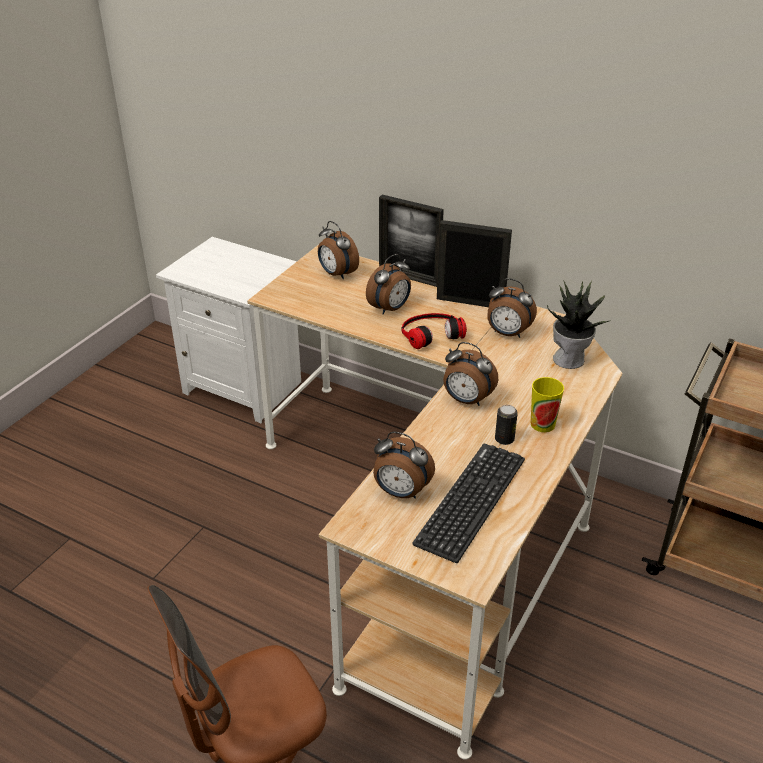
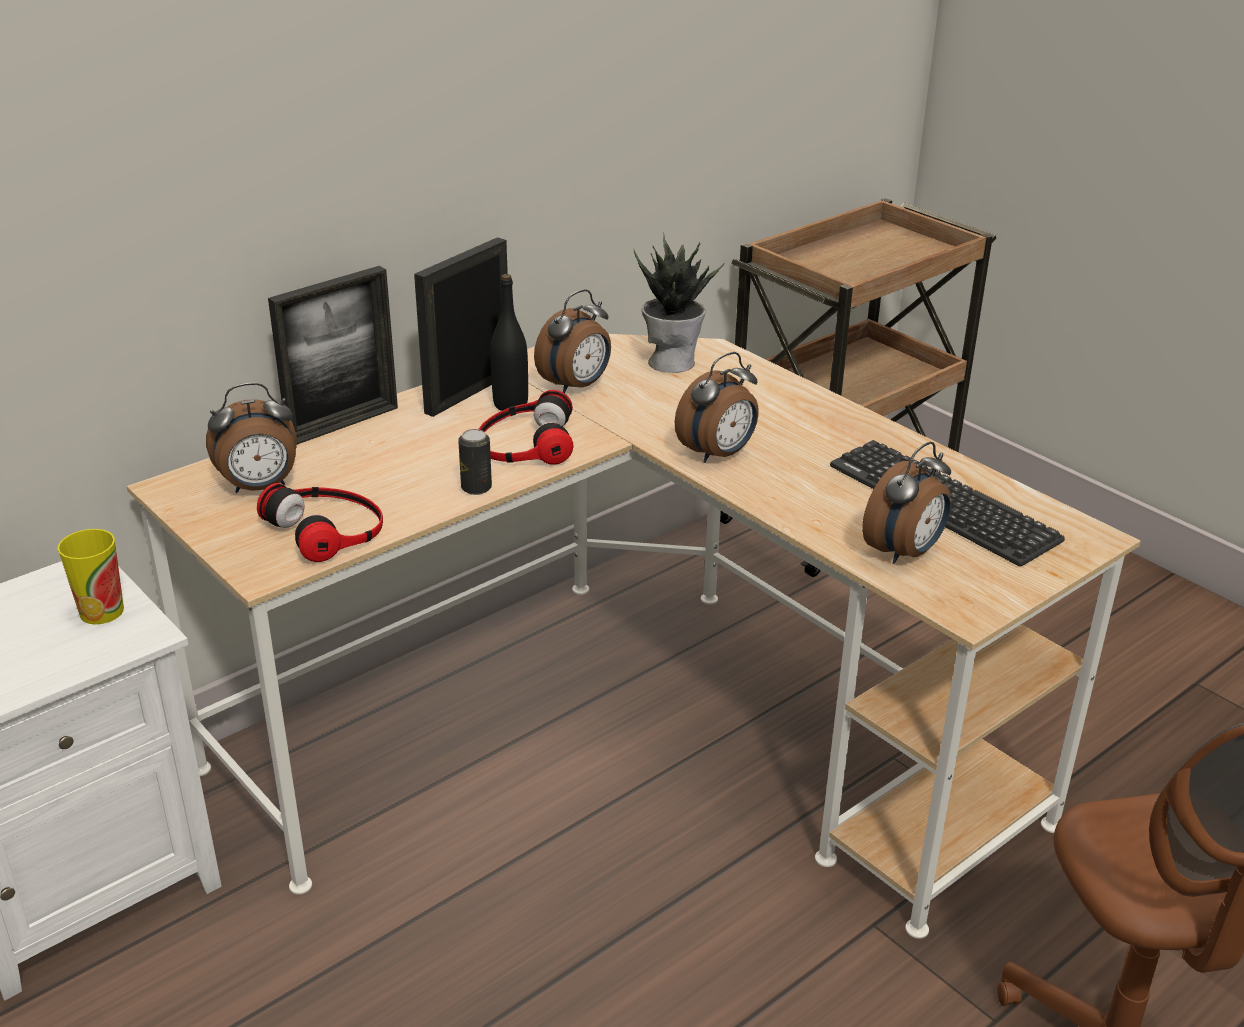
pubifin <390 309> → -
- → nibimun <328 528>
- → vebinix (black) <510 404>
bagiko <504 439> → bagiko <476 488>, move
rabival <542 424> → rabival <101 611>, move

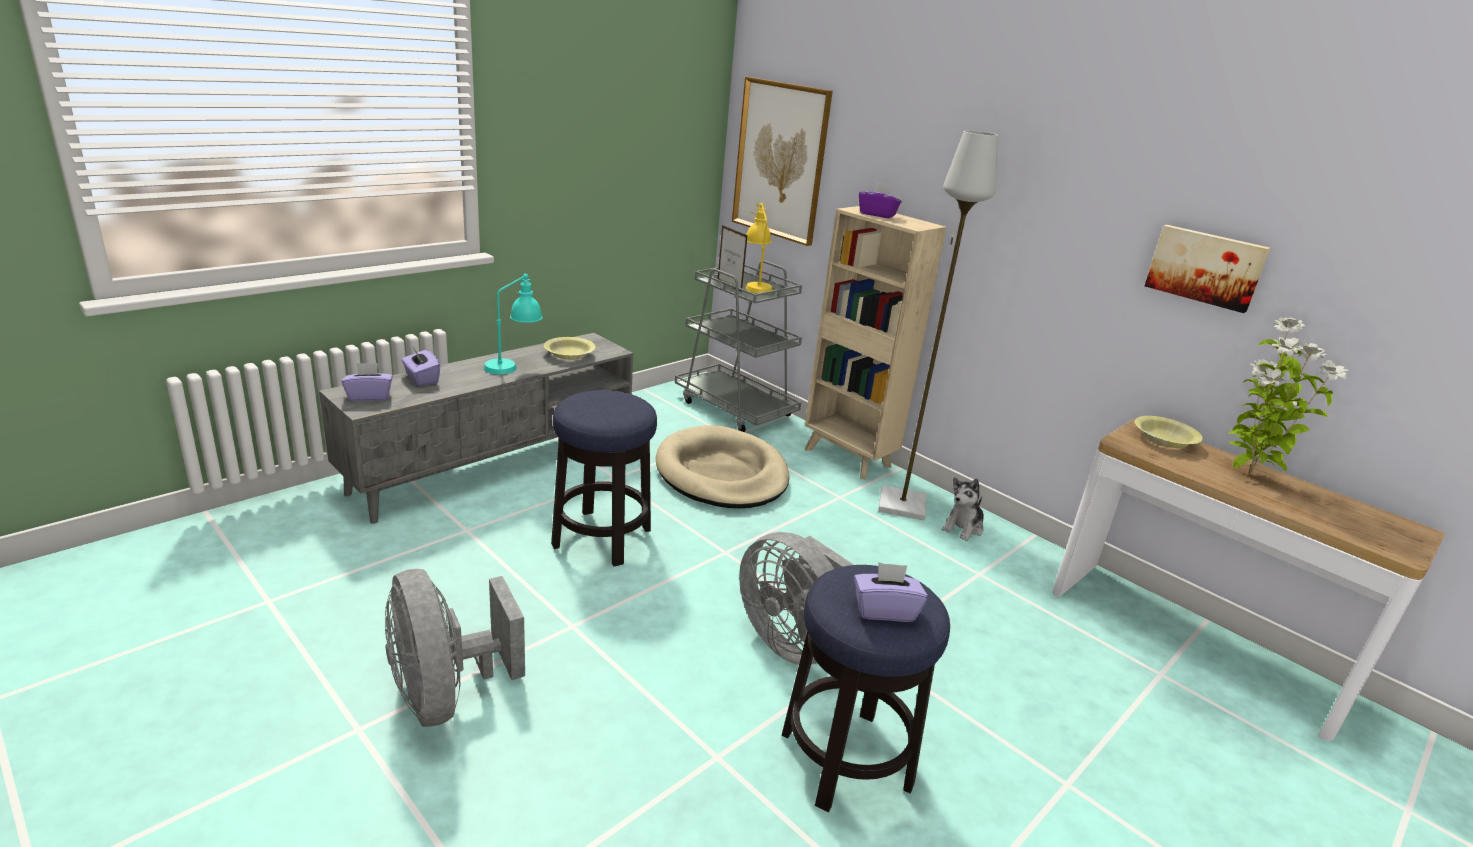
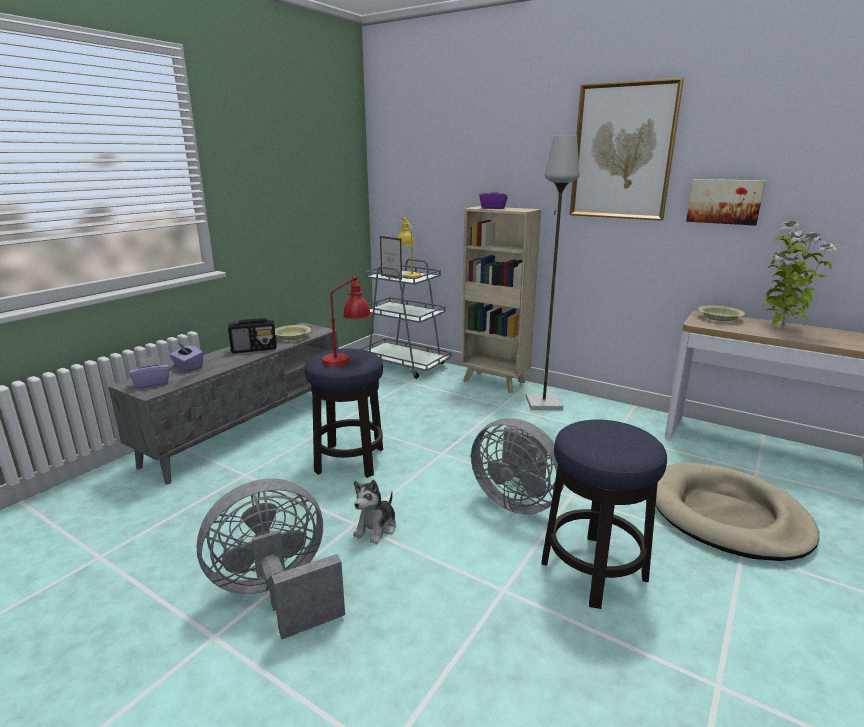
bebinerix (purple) <884 610> → -
- → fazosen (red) <347 359>
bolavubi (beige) <721 473> → bolavubi (beige) <727 516>, move
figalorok <780 160> → figalorok <622 152>, move
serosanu <963 528> → serosanu <376 528>, move
fazosen (turquoise) <513 366> → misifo <254 349>
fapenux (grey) <446 694> → fapenux (grey) <277 594>, 105 degrees clockwise

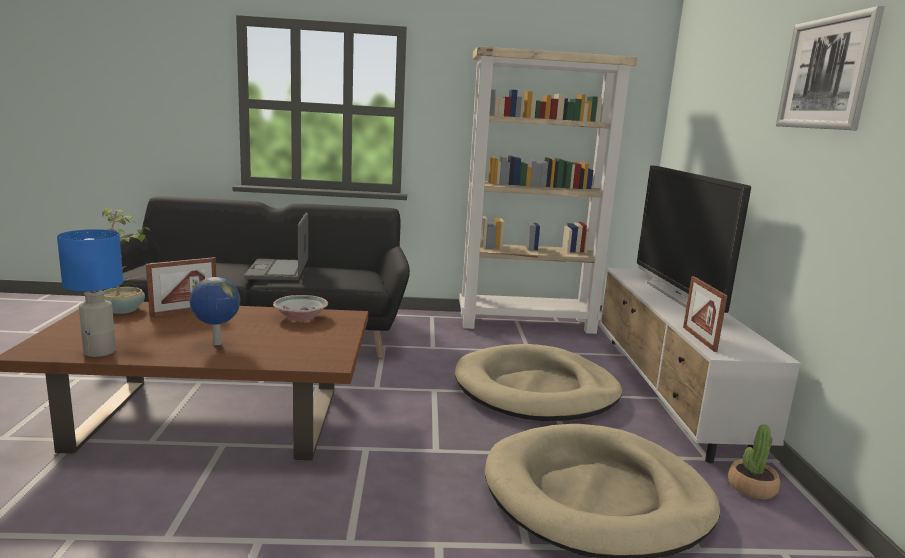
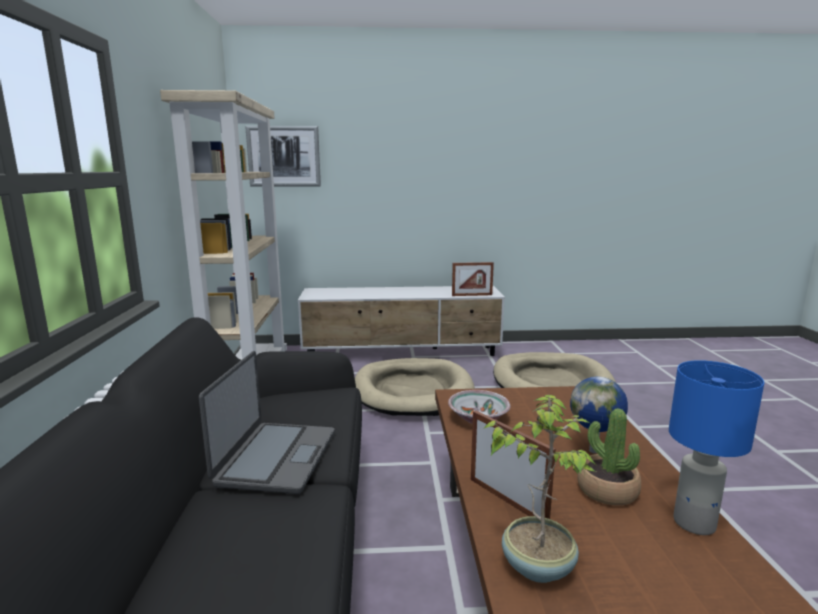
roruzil <679 295> → -
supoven <751 487> → supoven <607 490>, move
figalorok <826 73> → figalorok <284 156>, move
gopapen <279 271> → gopapen <275 458>, 75 degrees counterclockwise

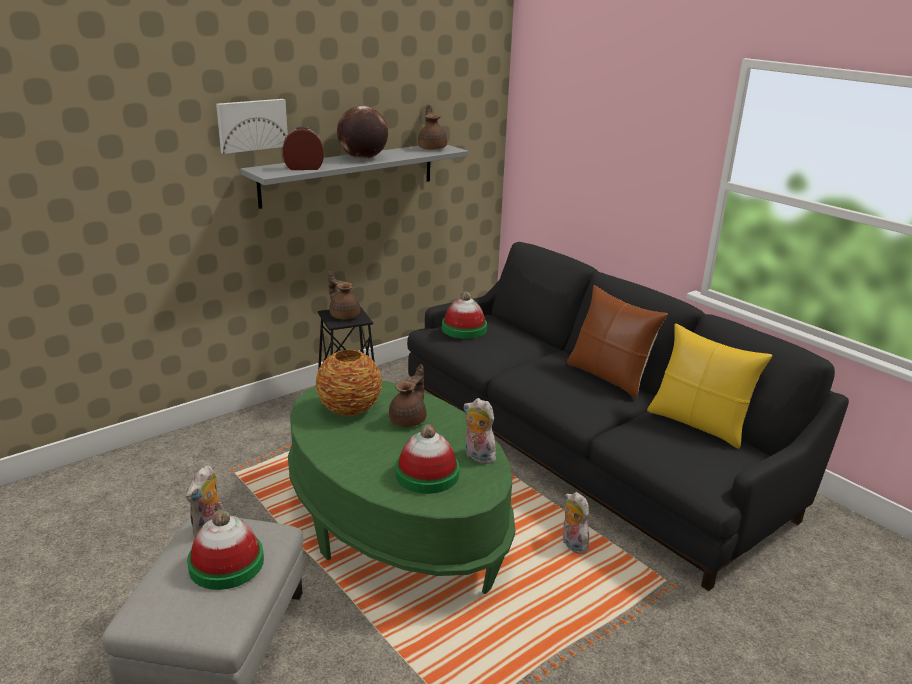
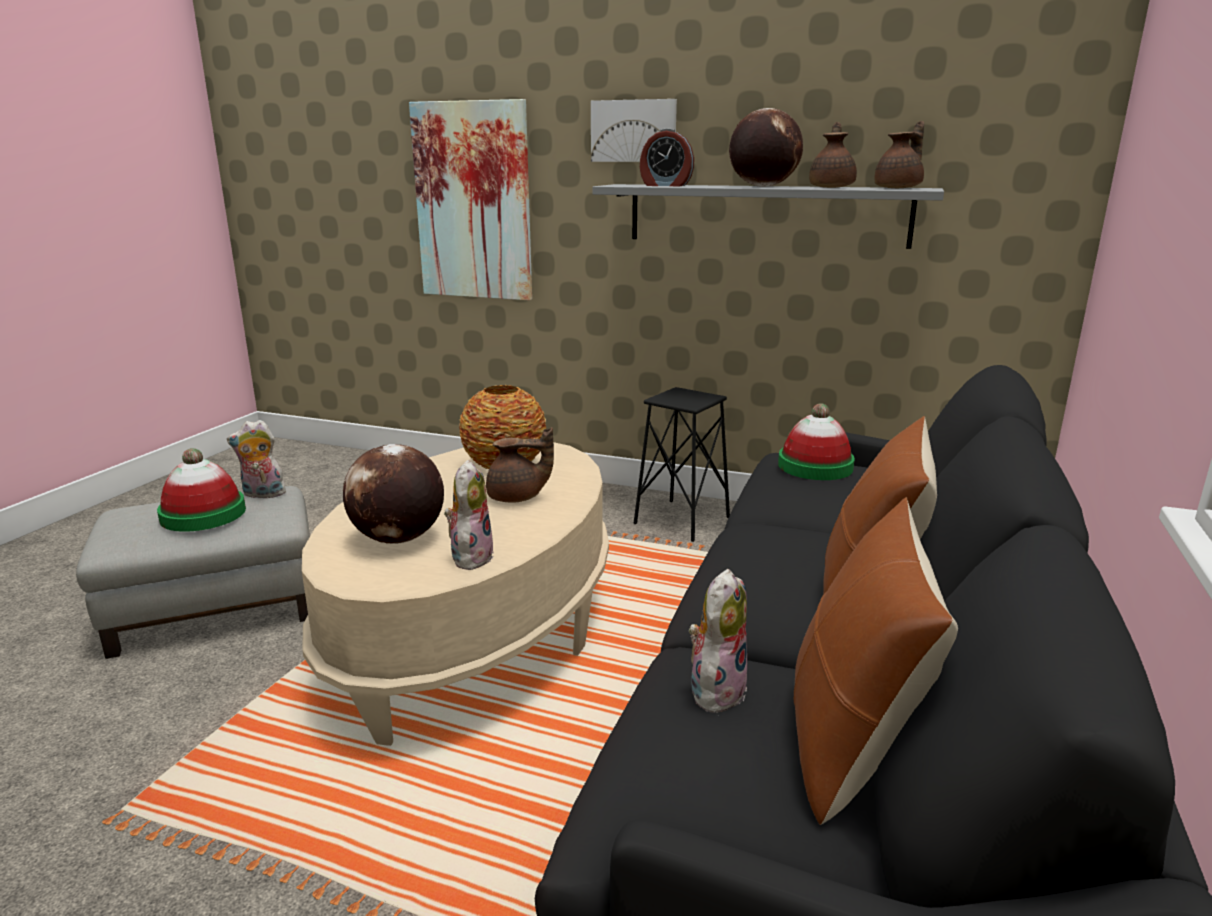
- → figalorok <473 202>
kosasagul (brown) <344 315> → kosasagul (brown) <832 187>, move
serosanu <572 544> → serosanu <715 689>, move
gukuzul <427 474> → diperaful <398 539>
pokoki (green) <395 523> → pokoki (beige) <476 630>
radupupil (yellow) <698 424> → radupupil (brown) <850 740>
pubifin <304 168> → pubifin <665 185>, 150 degrees clockwise

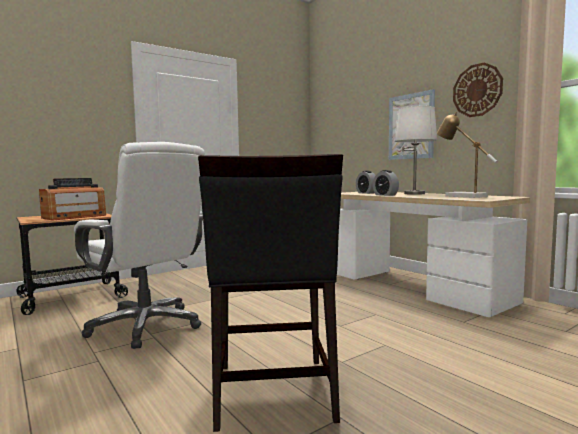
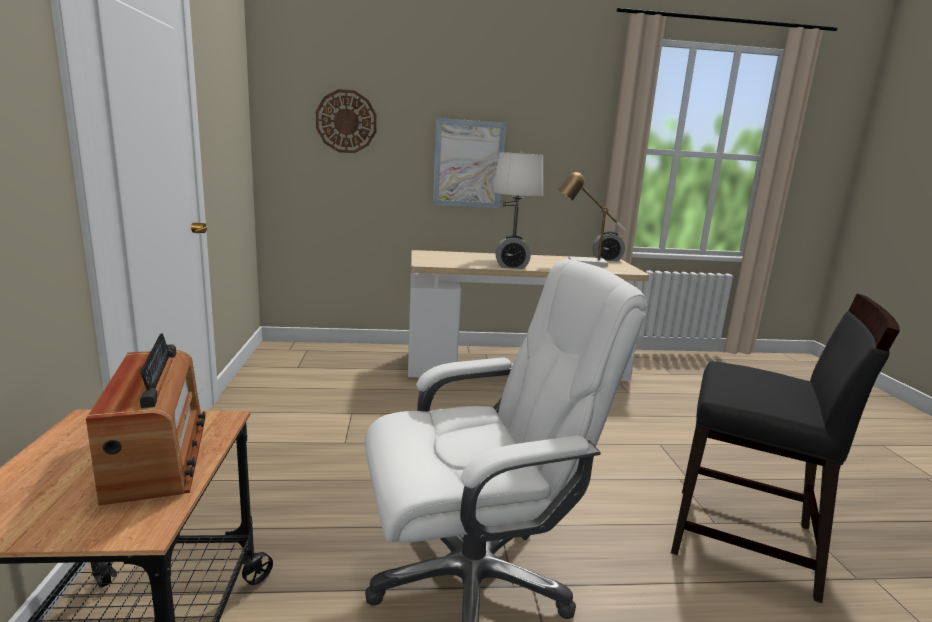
pubifin <366 193> → pubifin <607 259>, move
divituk <477 90> → divituk <346 121>, move

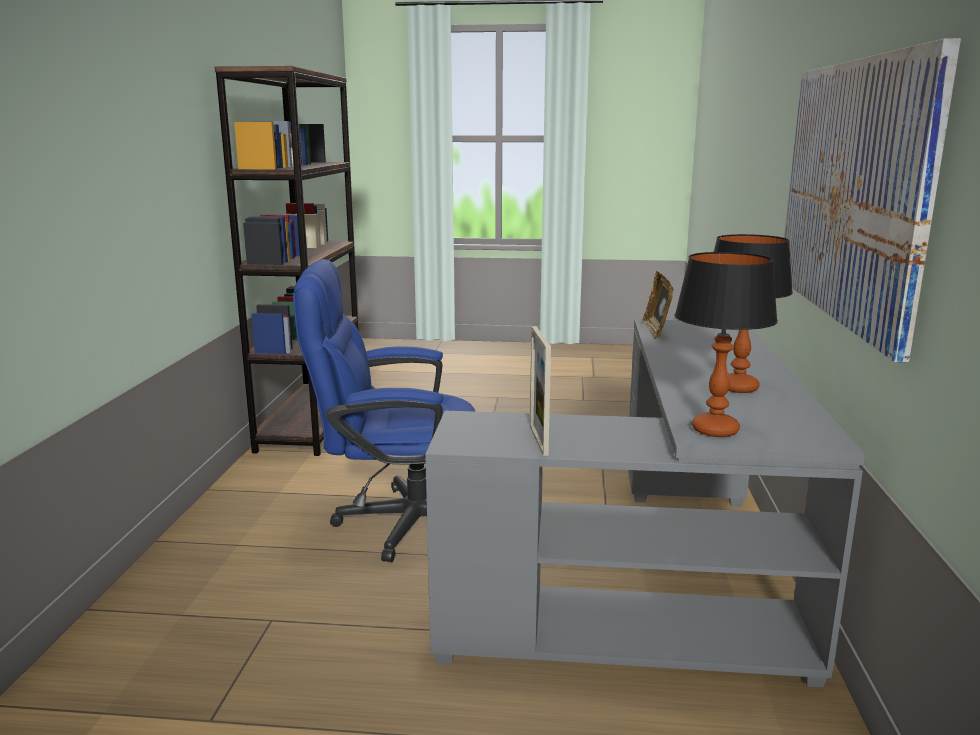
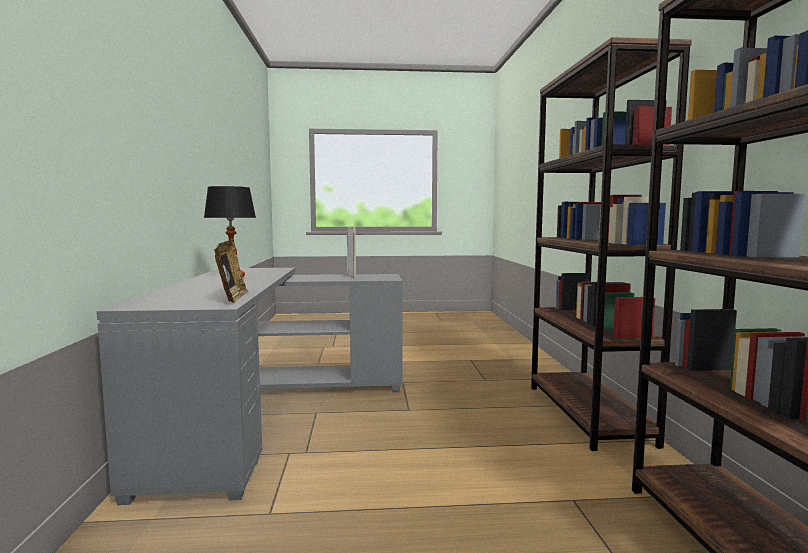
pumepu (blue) <399 522> → -
fazosen <714 430> → -
figalorok <852 191> → -
- → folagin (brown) <587 414>

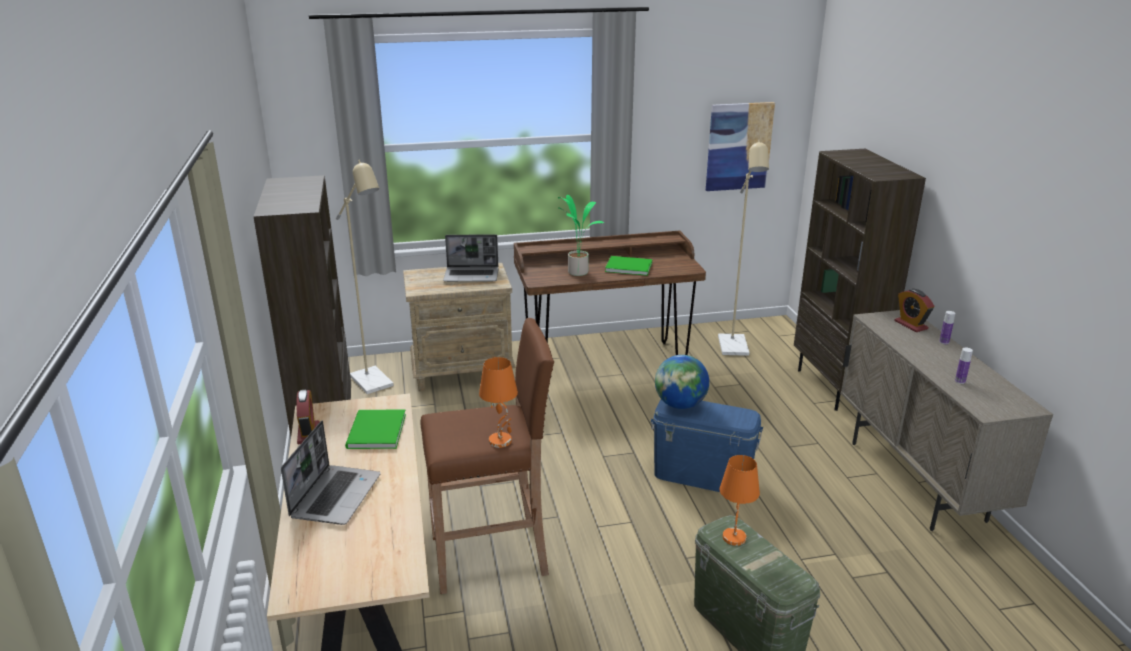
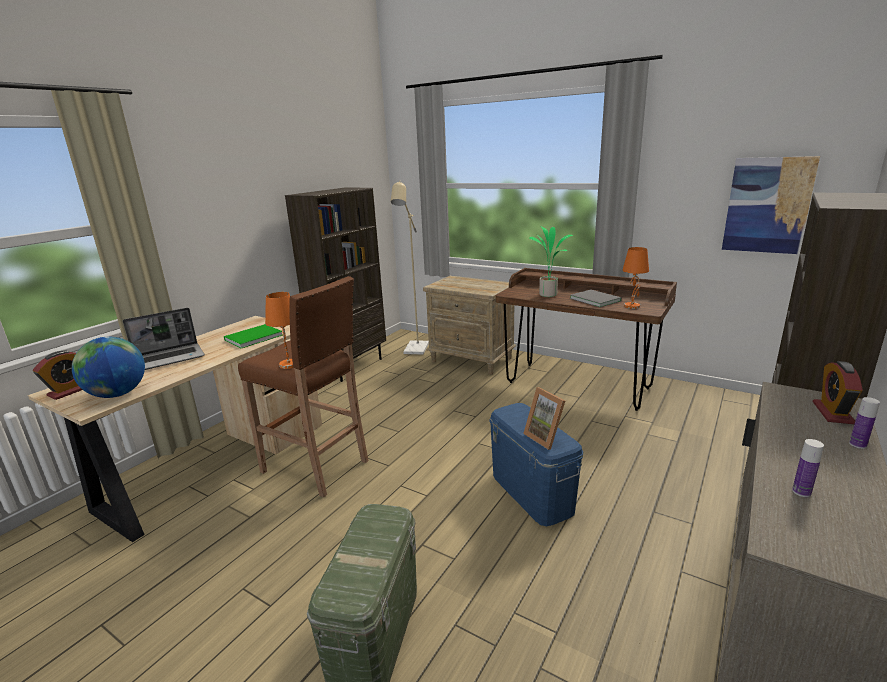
gopapen <472 275> → -
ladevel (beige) <734 349> → -
- → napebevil <546 437>
pubifin <308 433> → pubifin <69 391>, move
diperaful <680 405> → diperaful <117 394>, move
fazosen (orange) <733 537> → fazosen (orange) <632 306>, move
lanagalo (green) <627 266> → lanagalo (grey) <595 299>

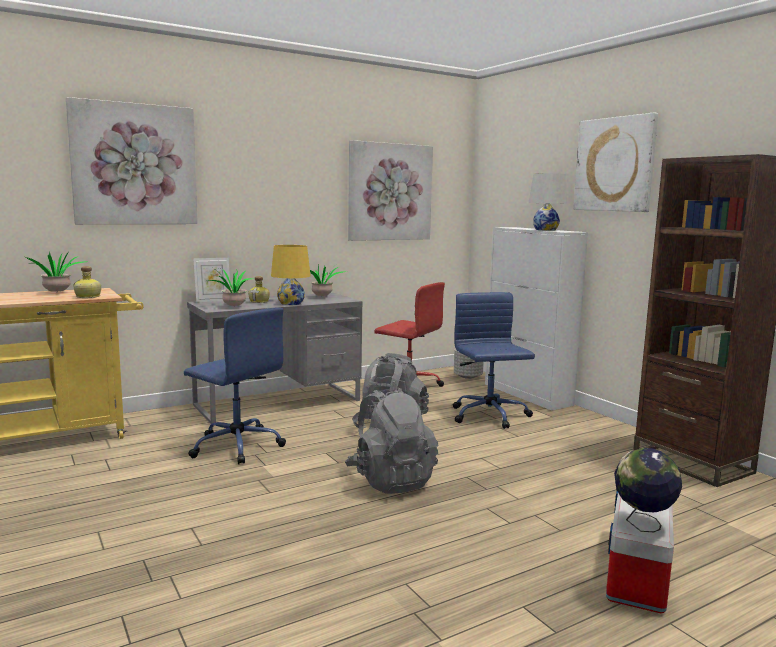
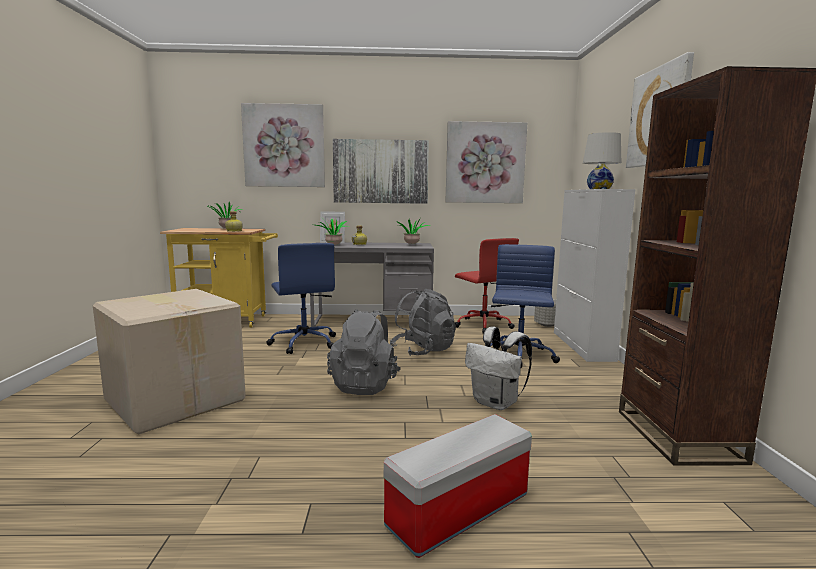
fazosen (yellow) <290 303> → -
diperaful <642 525> → -
- → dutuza <176 399>
- → figalorok <380 171>
- → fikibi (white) <496 403>

